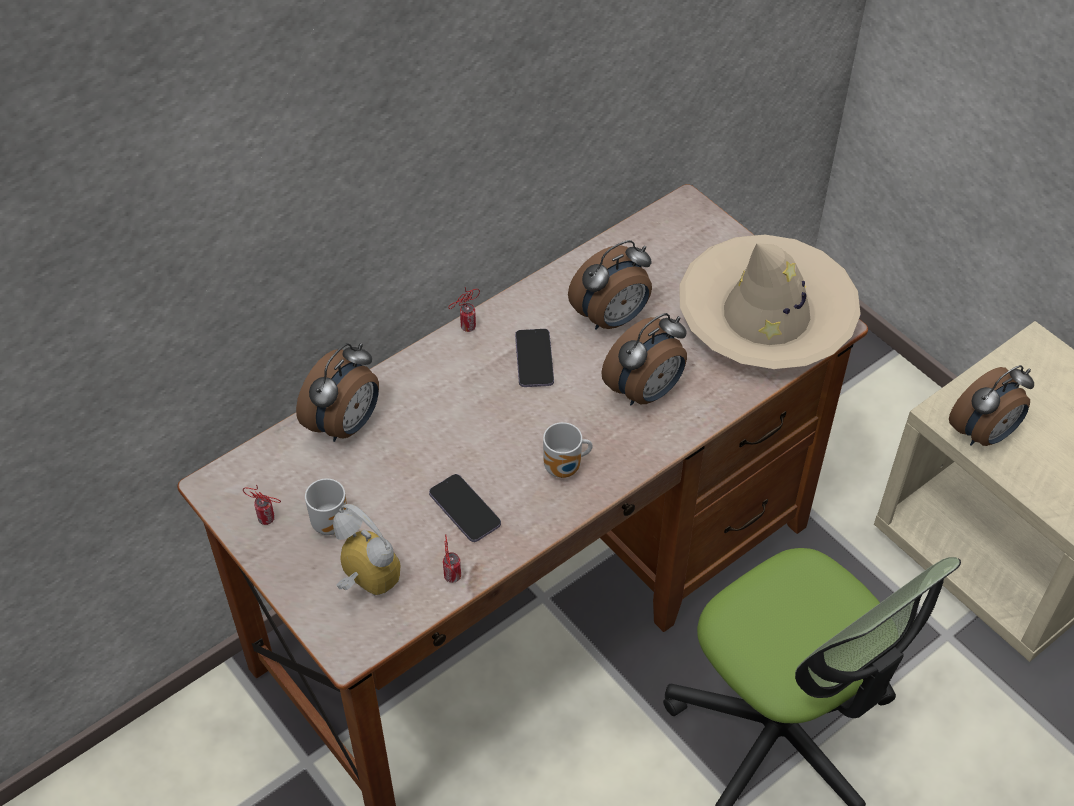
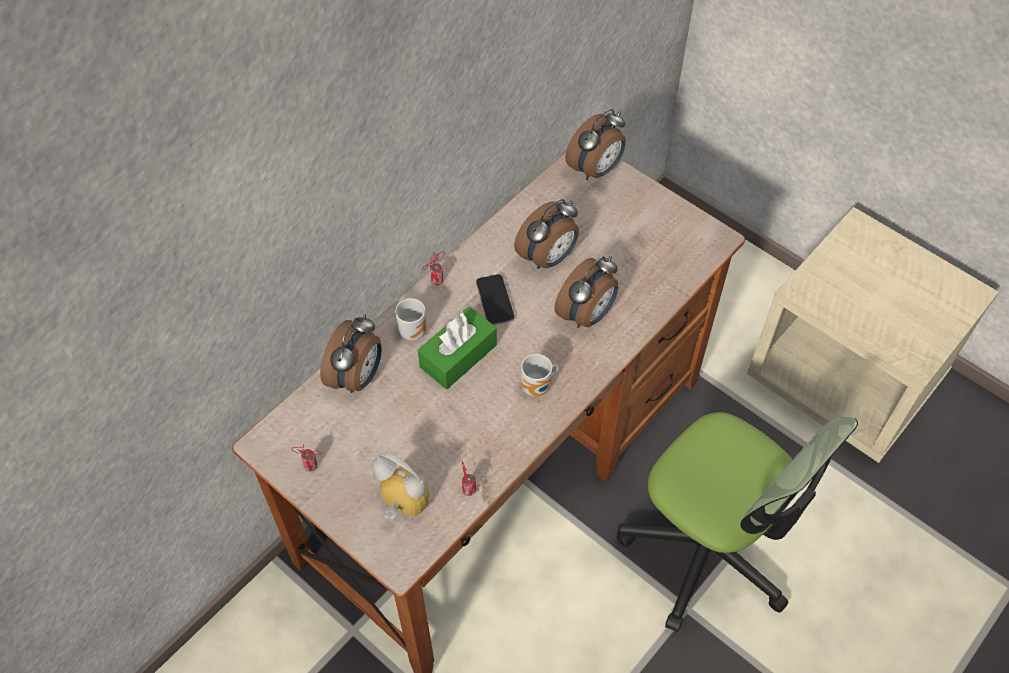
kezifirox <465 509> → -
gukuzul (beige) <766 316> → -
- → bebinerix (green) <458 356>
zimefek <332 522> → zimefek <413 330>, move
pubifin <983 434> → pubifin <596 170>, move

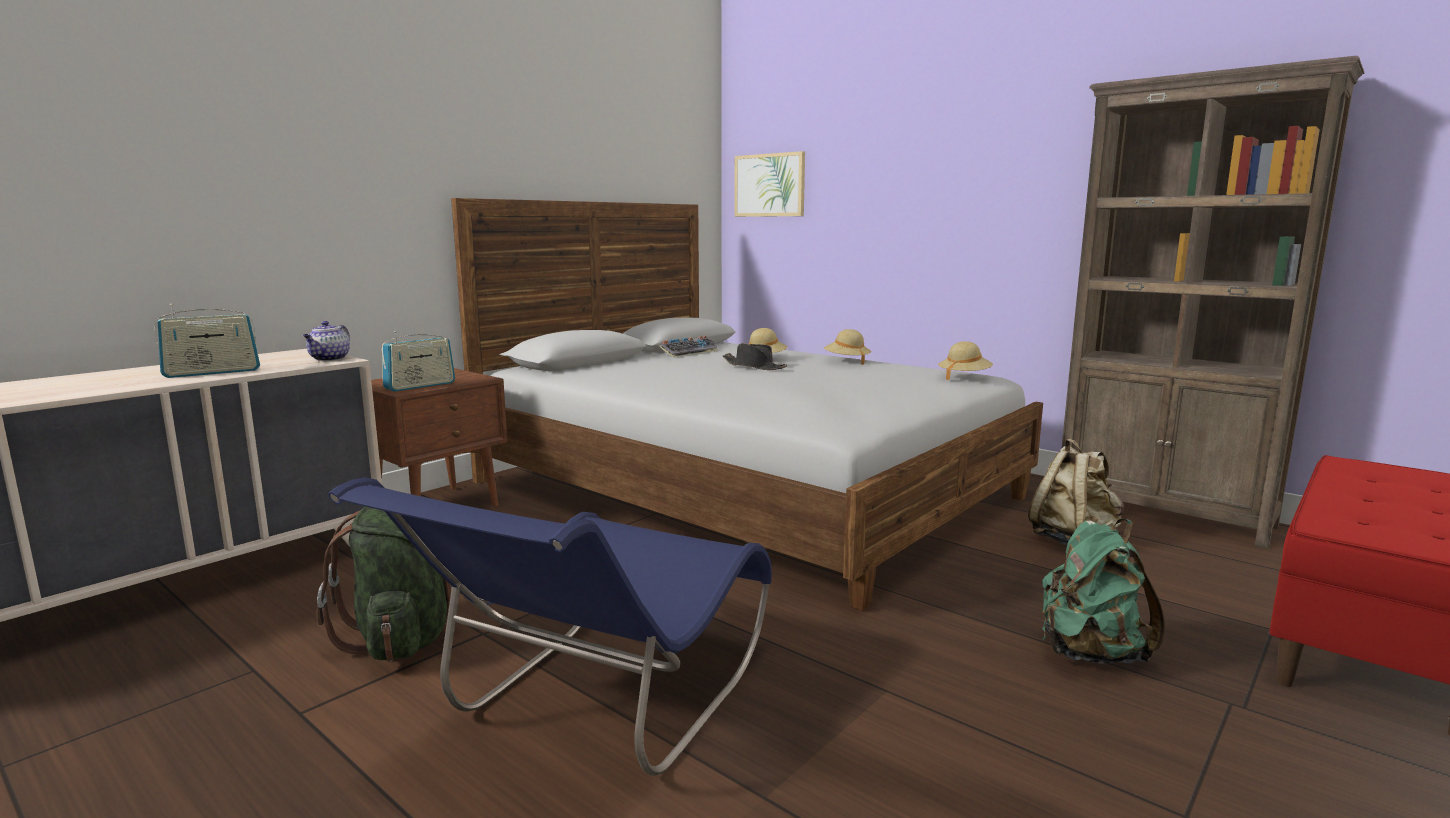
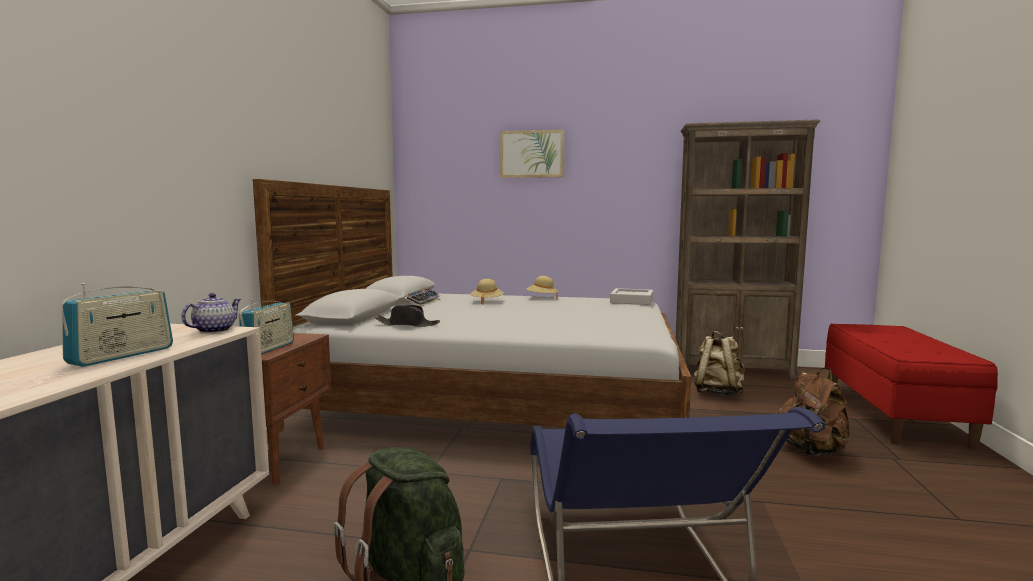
gukuzul (black) <754 366> → gukuzul (black) <407 324>, move
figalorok <769 185> → figalorok <532 154>, move
gukuzul (beige) <964 377> → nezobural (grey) <631 301>
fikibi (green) <1089 653> → fikibi (brown) <812 451>
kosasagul <329 359> → kosasagul <215 330>, 135 degrees counterclockwise

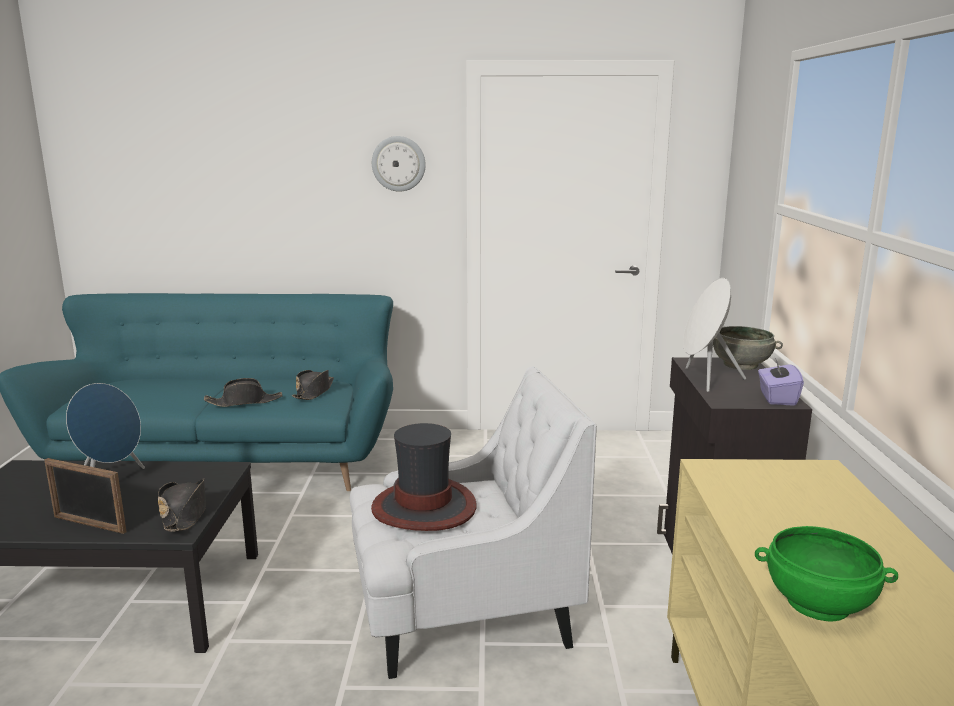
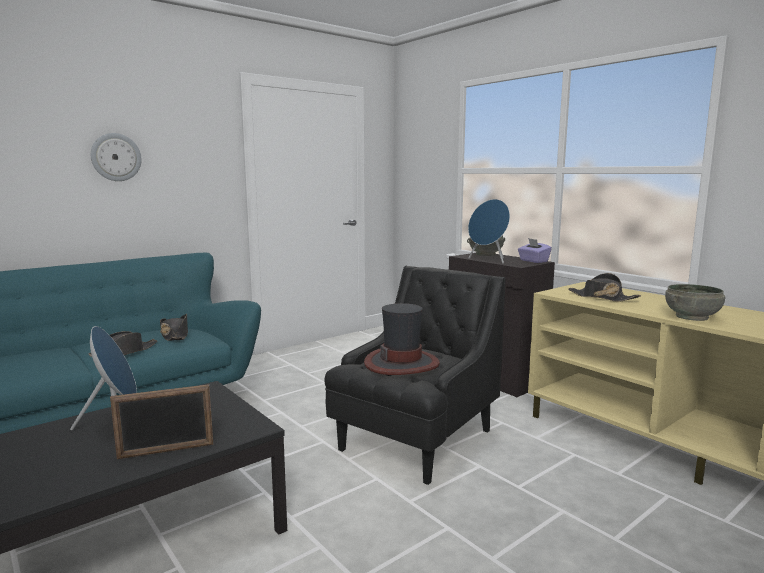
gukuzul (black) <185 513> → gukuzul (black) <602 297>, move
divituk <398 163> → divituk <116 157>, move
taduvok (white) <462 616> → taduvok (black) <415 441>
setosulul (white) <705 380> → setosulul (blue) <488 260>
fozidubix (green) <818 604> → fozidubix (grey) <692 317>

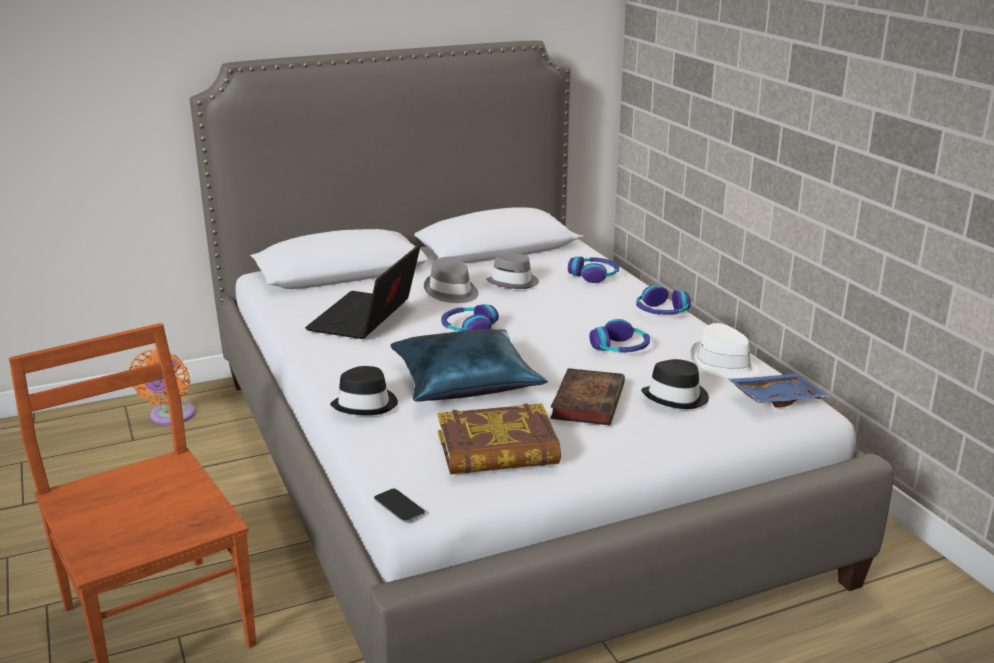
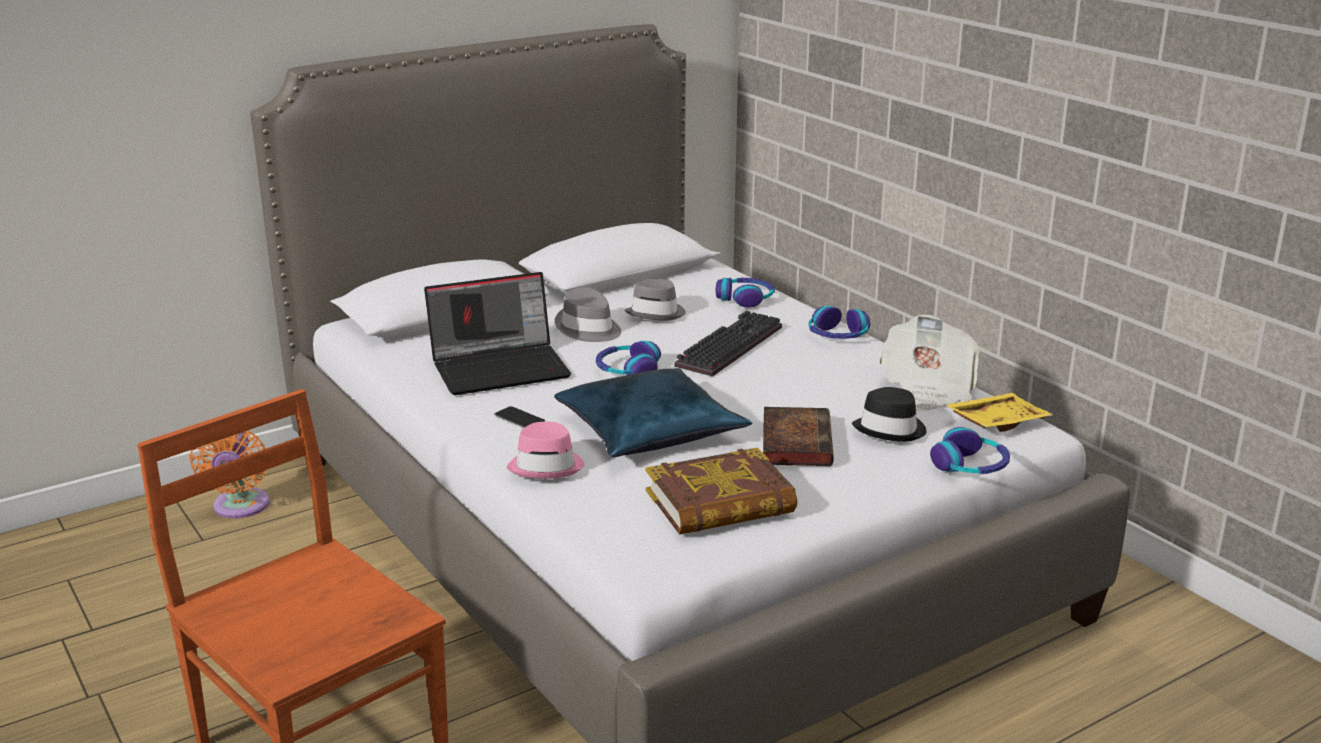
- → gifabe <728 345>
kezifirox <399 506> → kezifirox <519 419>, move
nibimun <620 348> → nibimun <970 466>, move
gukuzul (white) <723 364> → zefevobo <927 389>
gukuzul (black) <366 404> → gukuzul (pink) <546 466>
nezobural (blue) <775 398> → nezobural (yellow) <996 422>
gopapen <366 318> → gopapen <501 367>, 120 degrees counterclockwise

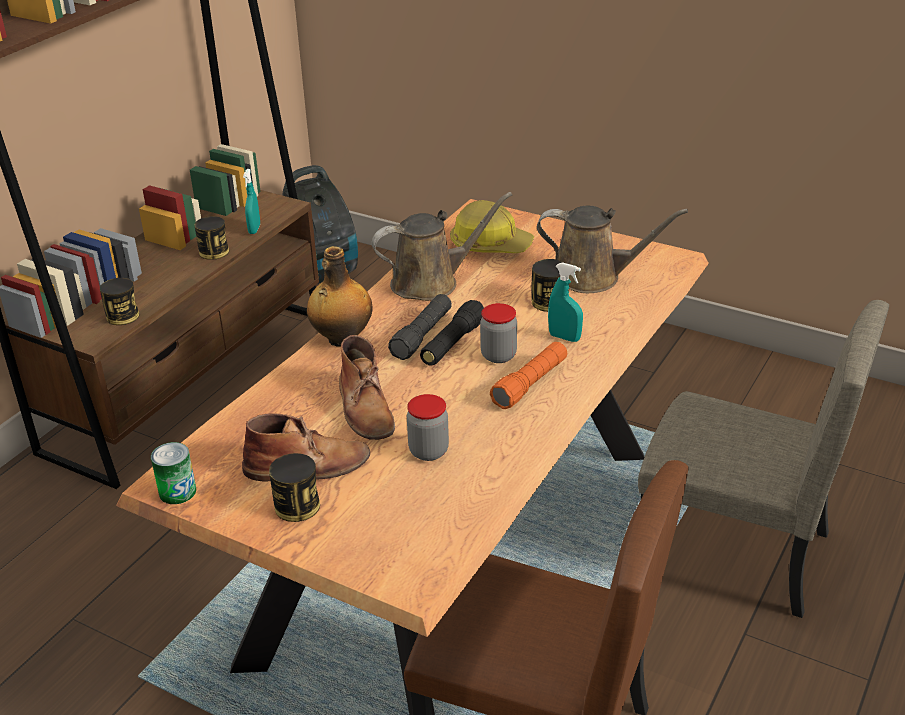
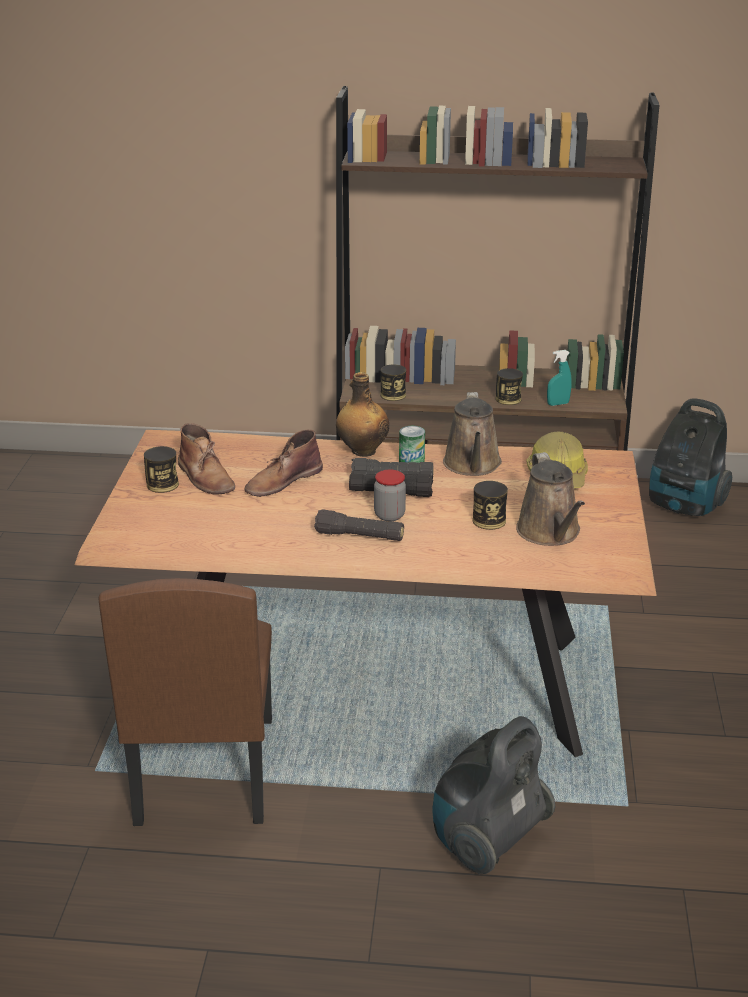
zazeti <428 451> → -
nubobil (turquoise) <564 337> → -
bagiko <177 492> → bagiko <411 461>, move
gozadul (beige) <733 550> → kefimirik <487 841>
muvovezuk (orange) <530 384> → muvovezuk (black) <359 536>
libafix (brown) <431 282> → libafix (brown) <472 465>, 45 degrees clockwise

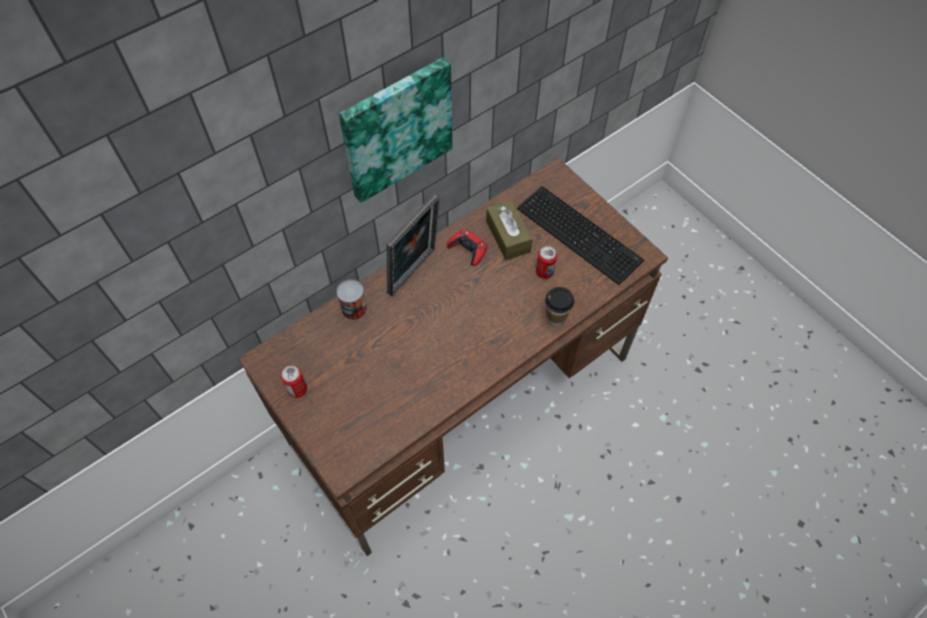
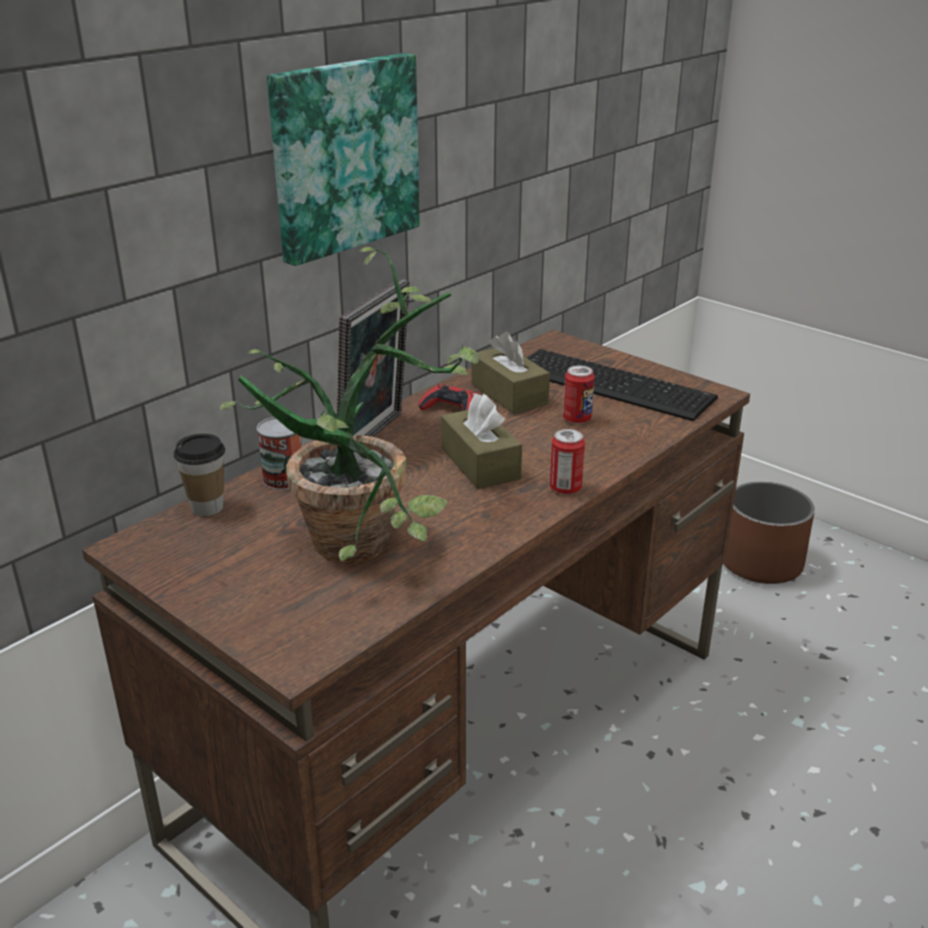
- → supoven <374 542>
- → bebinerix (brown) <480 463>
- → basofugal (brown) <761 562>
bagiko <297 389> → bagiko <565 488>, move
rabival <555 319> → rabival <207 507>, move

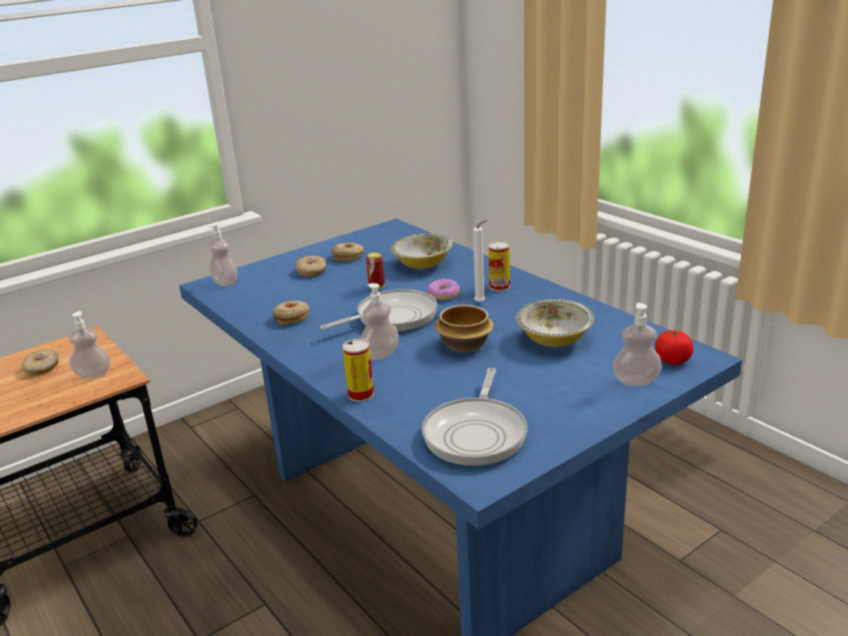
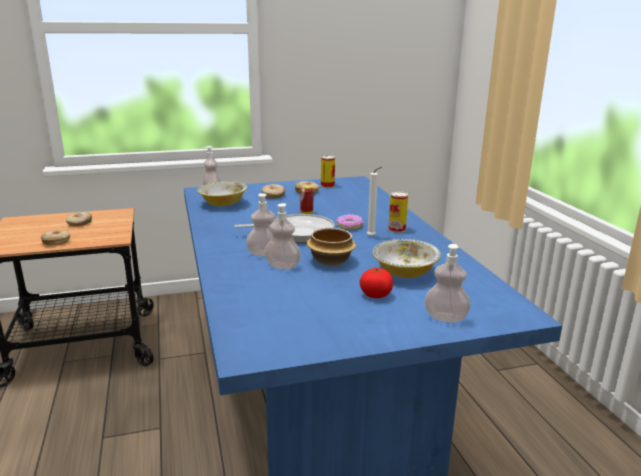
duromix <476 433> → -
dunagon <93 374> → dunagon <282 266>, move
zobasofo <292 318> → zobasofo <56 241>, move
bagiko <361 394> → bagiko <327 186>, move
fozidubix <422 264> → fozidubix <223 204>, move
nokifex <672 360> → nokifex <376 294>, move

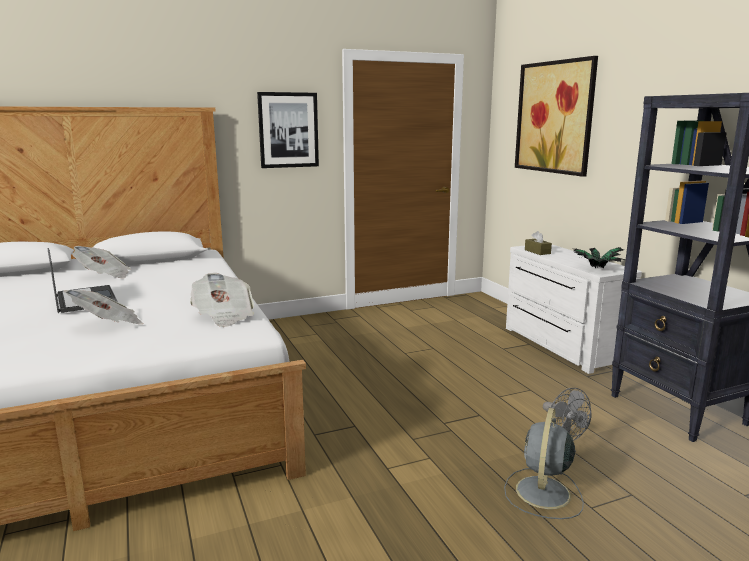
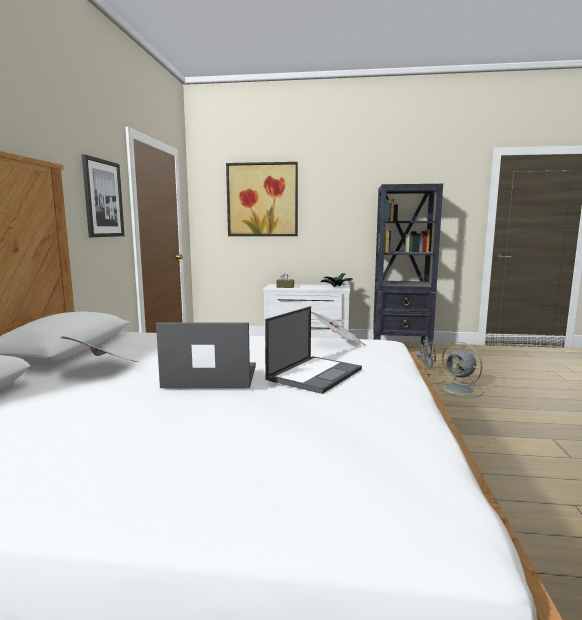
zefevobo <108 324> → gopapen <315 374>

